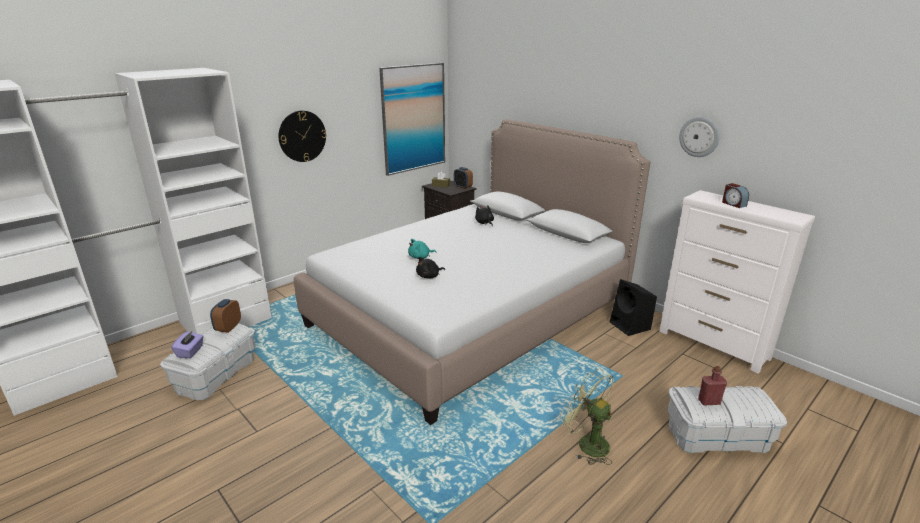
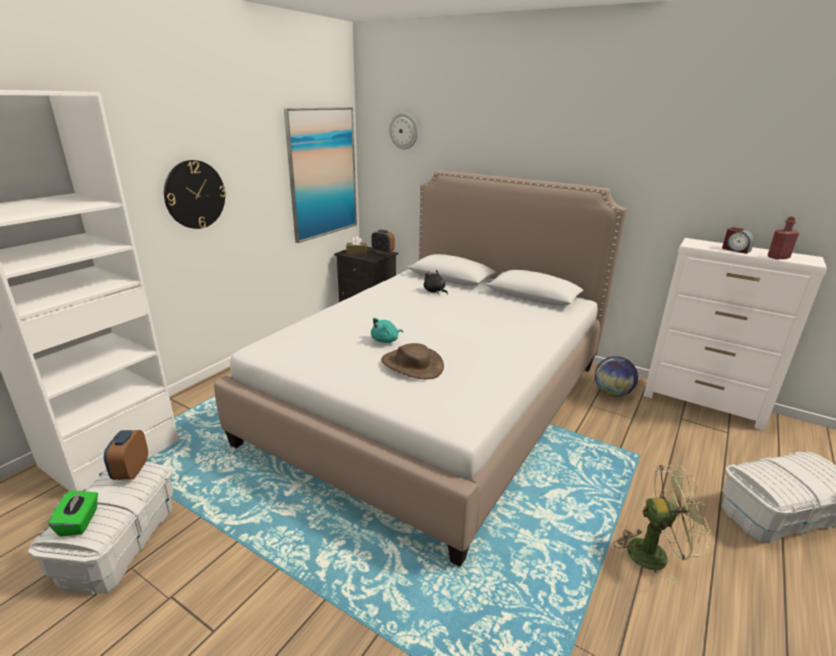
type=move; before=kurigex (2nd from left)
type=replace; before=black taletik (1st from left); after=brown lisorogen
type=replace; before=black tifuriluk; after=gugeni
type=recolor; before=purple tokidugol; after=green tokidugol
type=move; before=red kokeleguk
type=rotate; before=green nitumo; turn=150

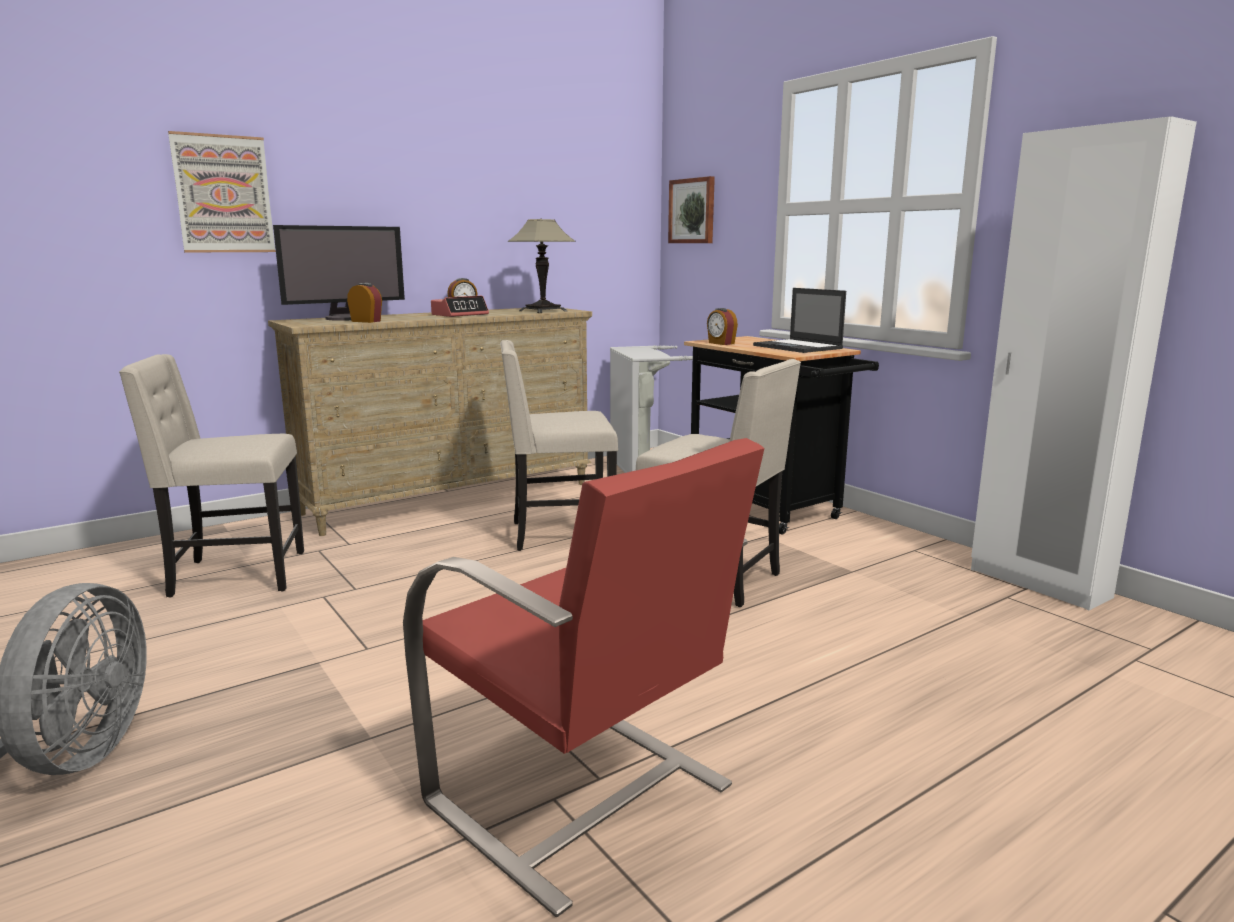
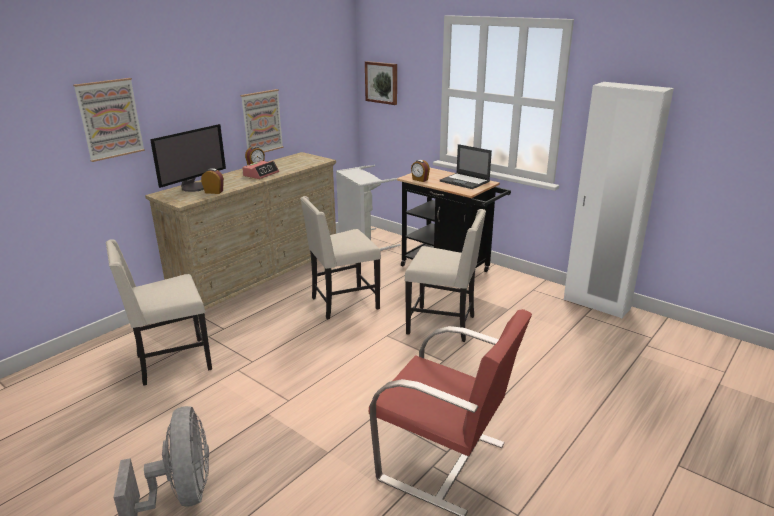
type=delete; before=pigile
type=insert; after=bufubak (2nd from left)

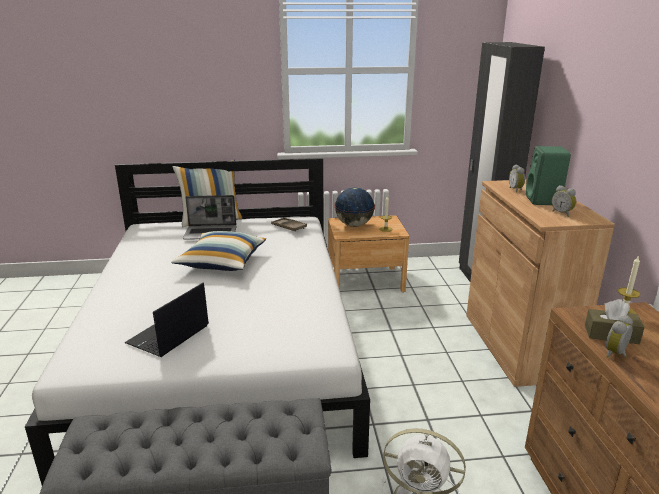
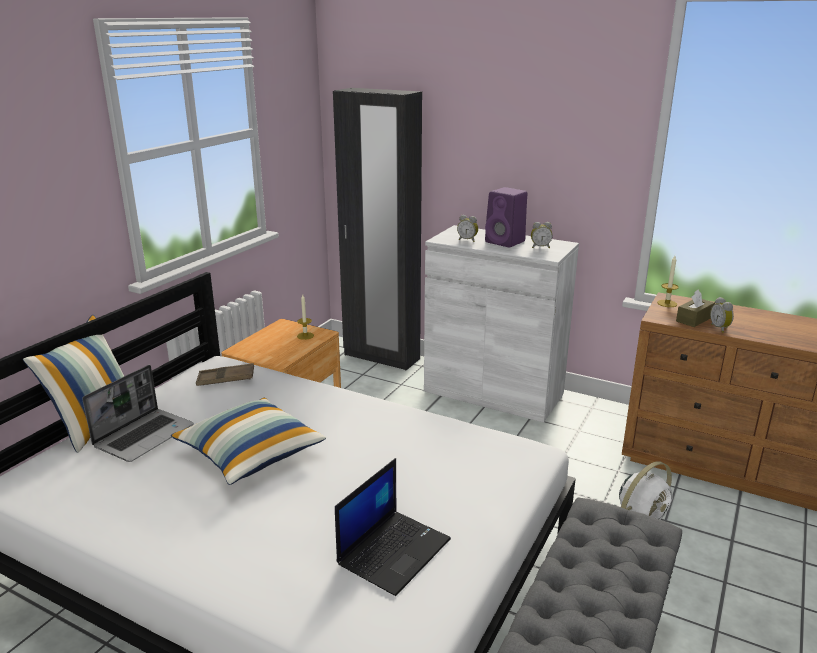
type=recolor; before=green tifuriluk; after=purple tifuriluk
type=recolor; before=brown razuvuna; after=white razuvuna
type=delete; before=gugeni
type=rotate; before=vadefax (1st from left in the first image); turn=-120

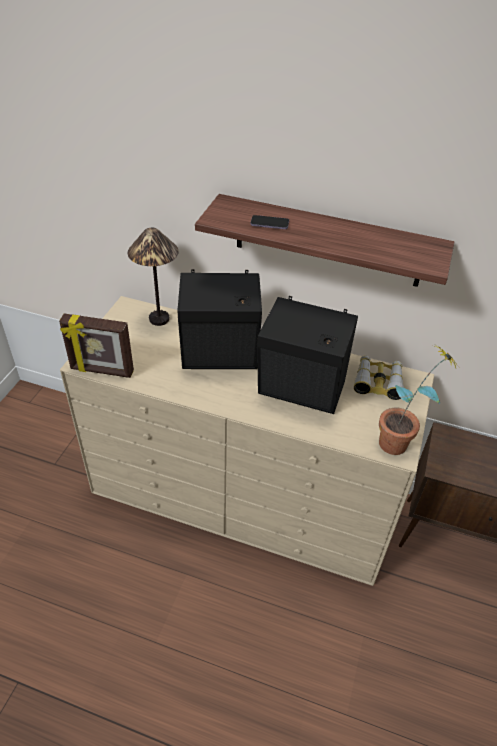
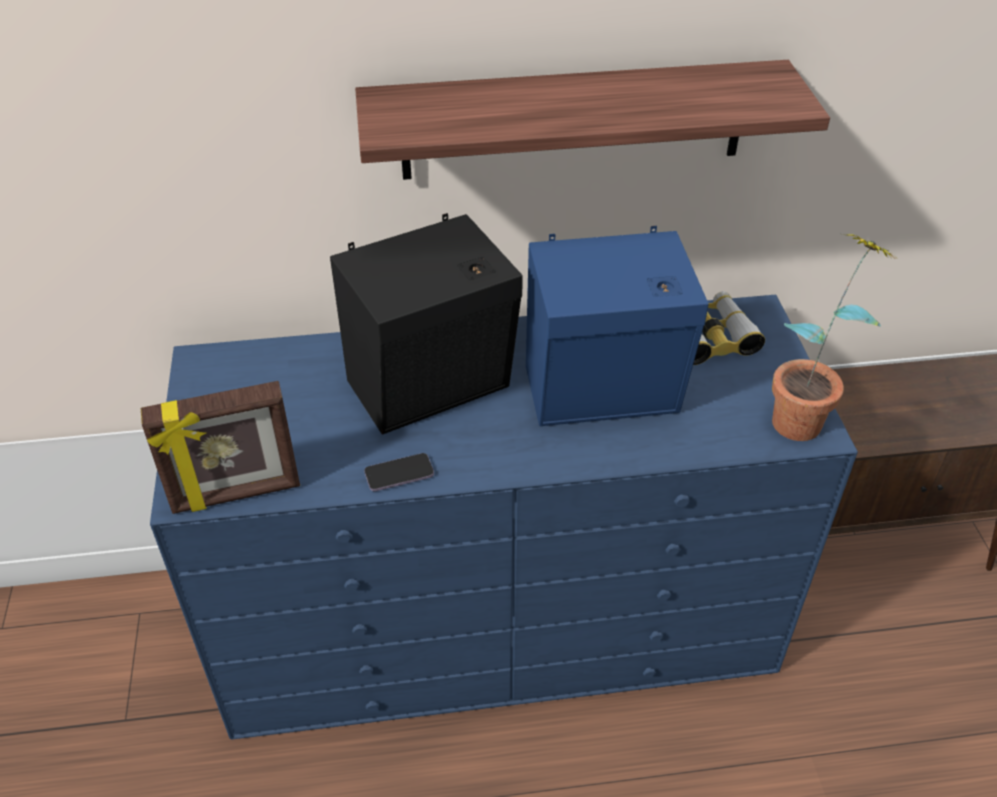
type=move; before=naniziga
type=delete; before=pigile
type=recolor; before=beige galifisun; after=blue galifisun
type=recolor; before=black tifuriluk (2nd from left); after=blue tifuriluk

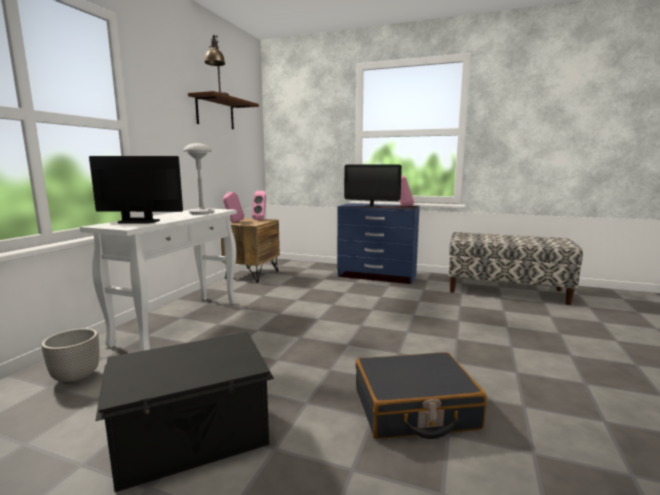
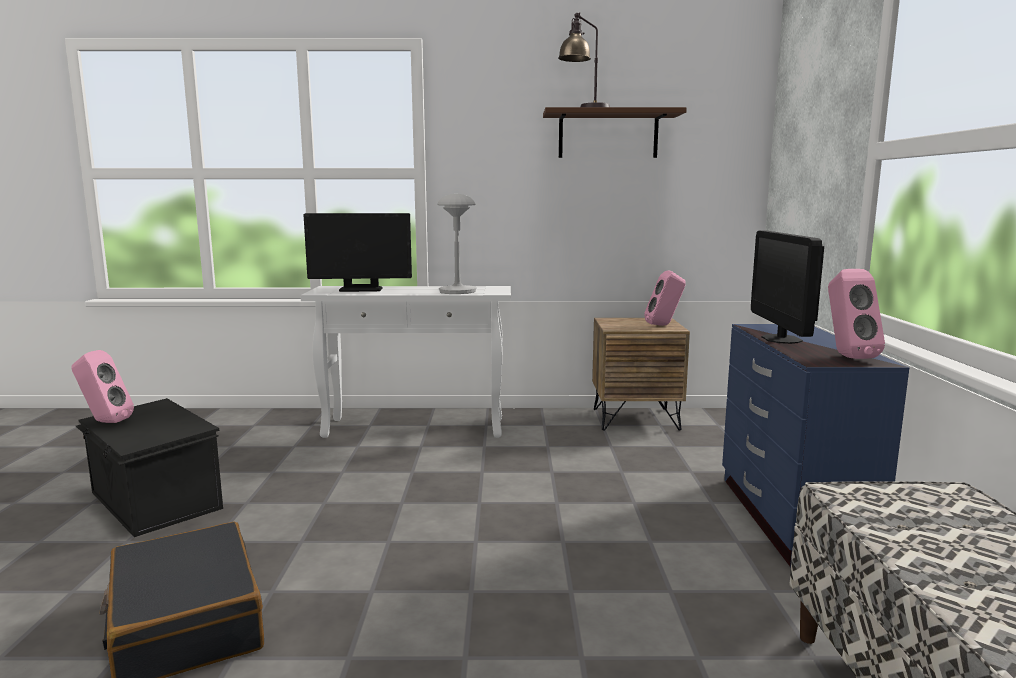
type=rotate; before=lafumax (1st from left); turn=105
type=move; before=pink tifuriluk (1st from left)
type=delete; before=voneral

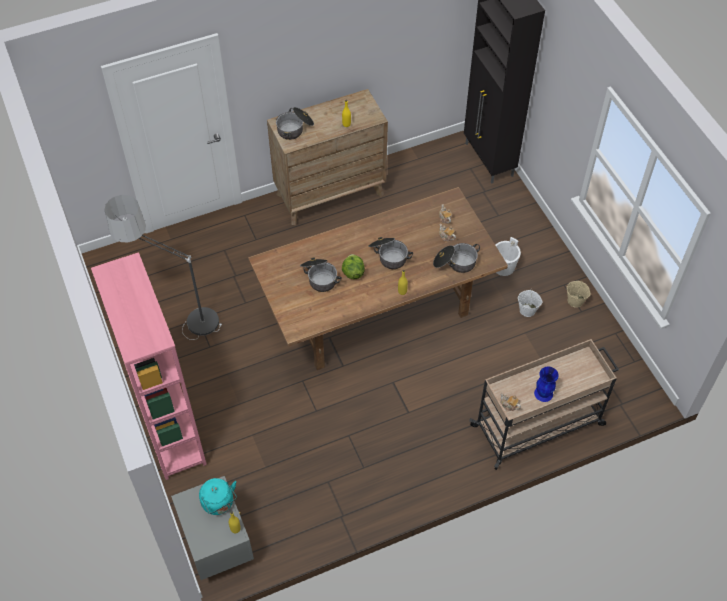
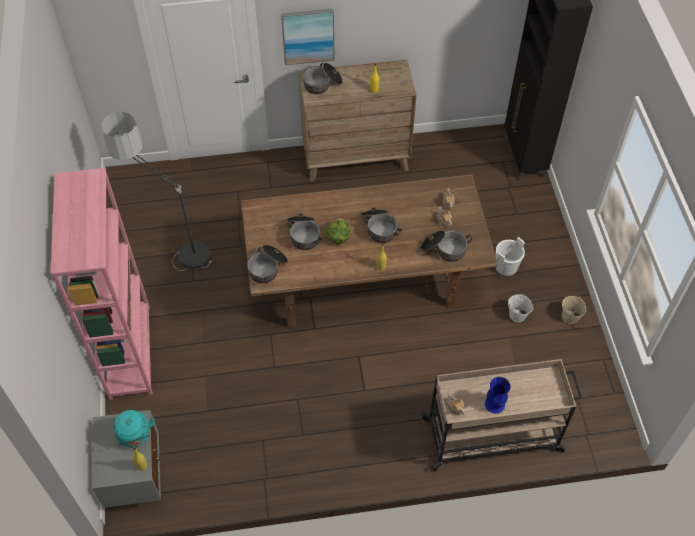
type=insert; after=bufubak
type=insert; after=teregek (1st from left)

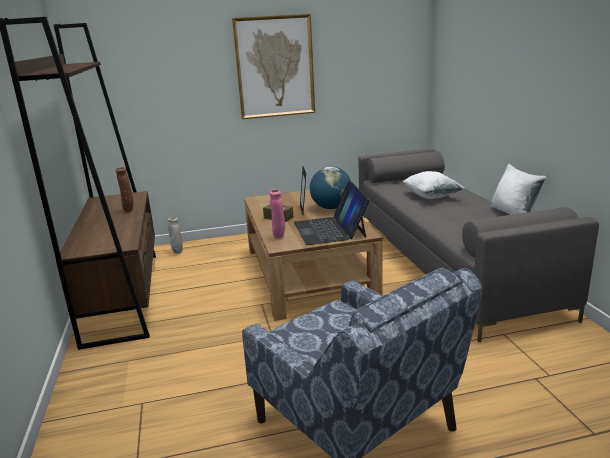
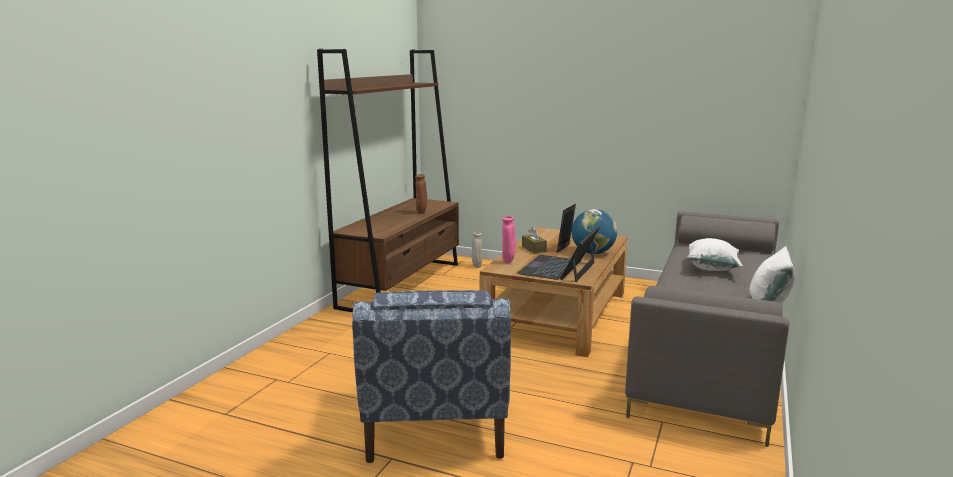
type=delete; before=bufubak

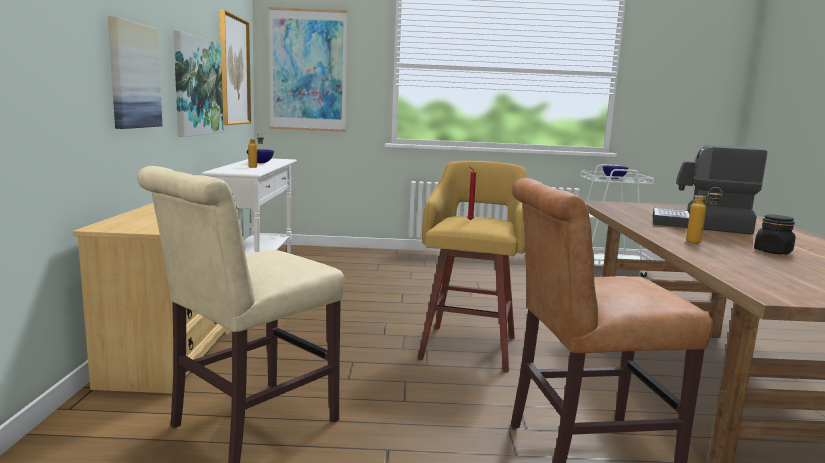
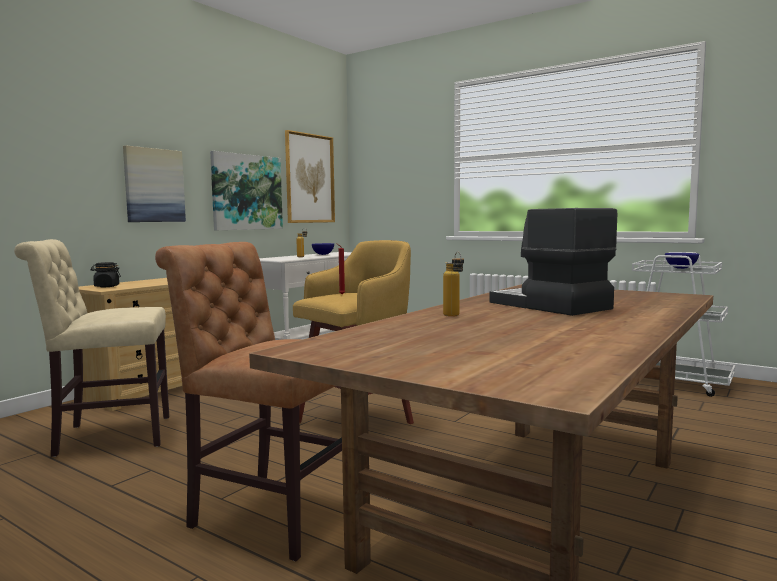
type=delete; before=bufubak (4th from left)
type=move; before=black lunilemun

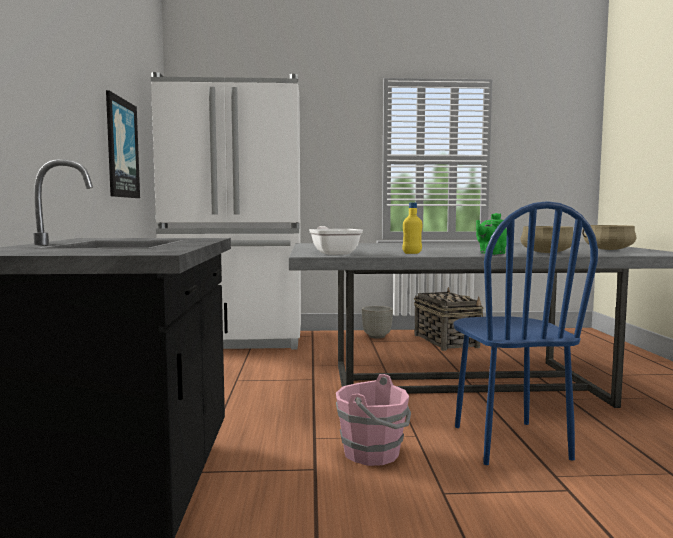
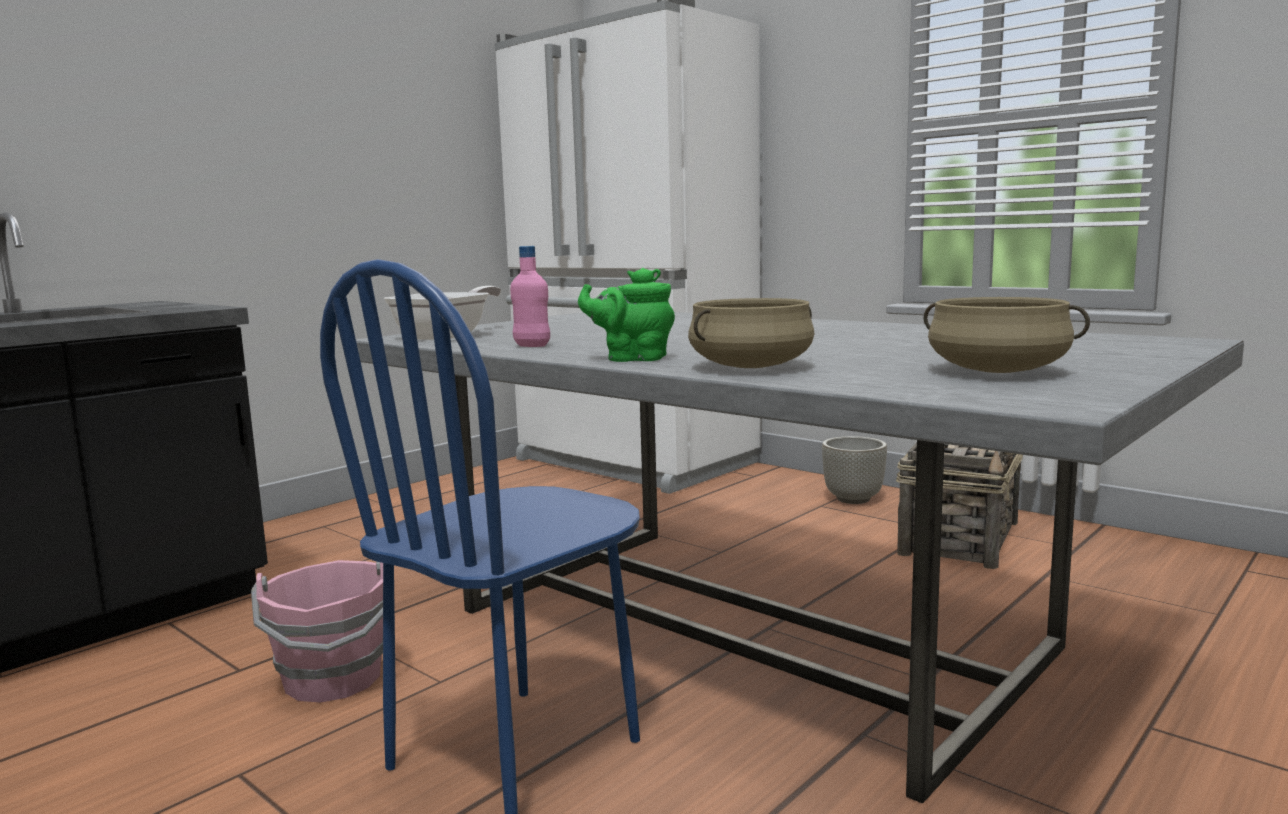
type=delete; before=bufubak
type=recolor; before=yellow kokeleguk; after=pink kokeleguk

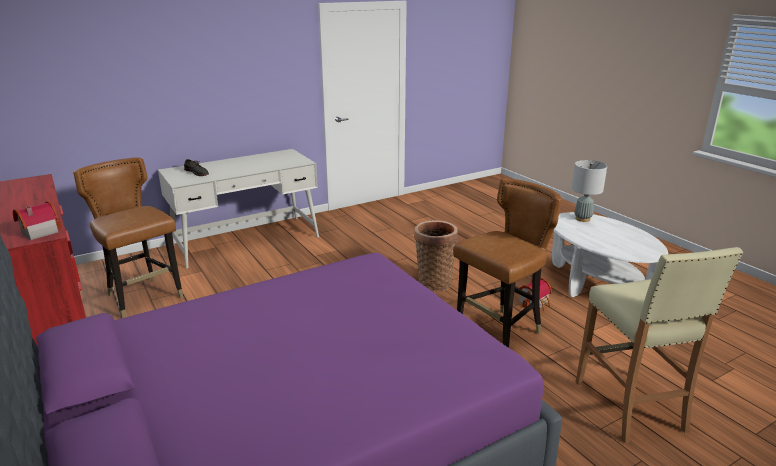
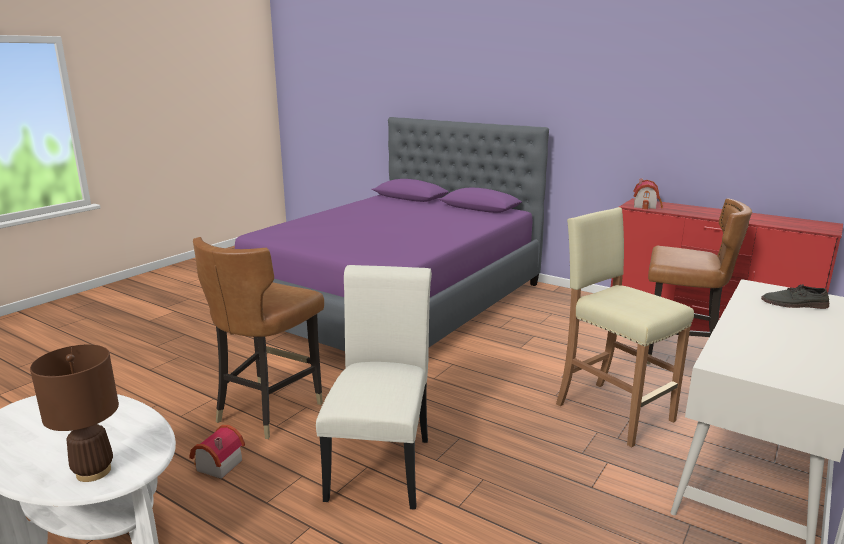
type=recolor; before=grey pigile; after=brown pigile
type=replace; before=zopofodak; after=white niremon
type=move; before=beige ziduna

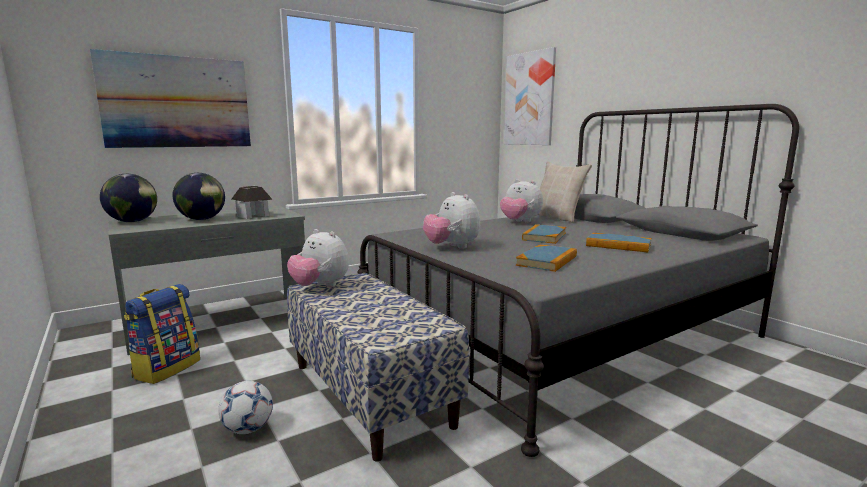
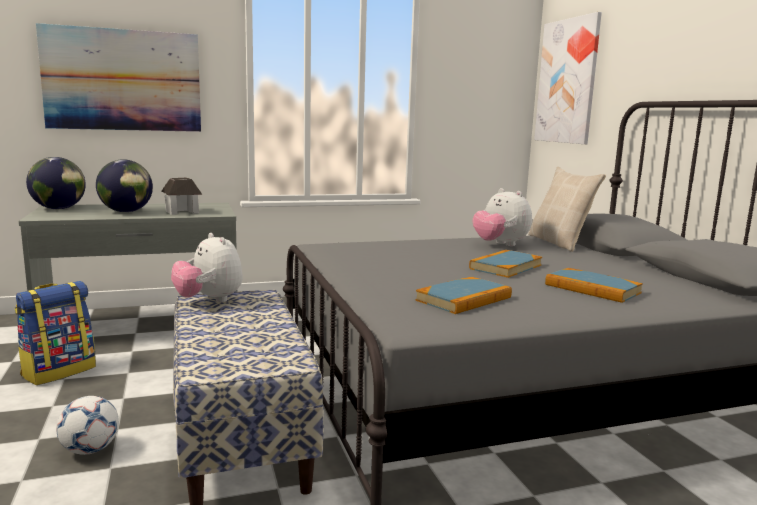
type=delete; before=taletik (2nd from left)

